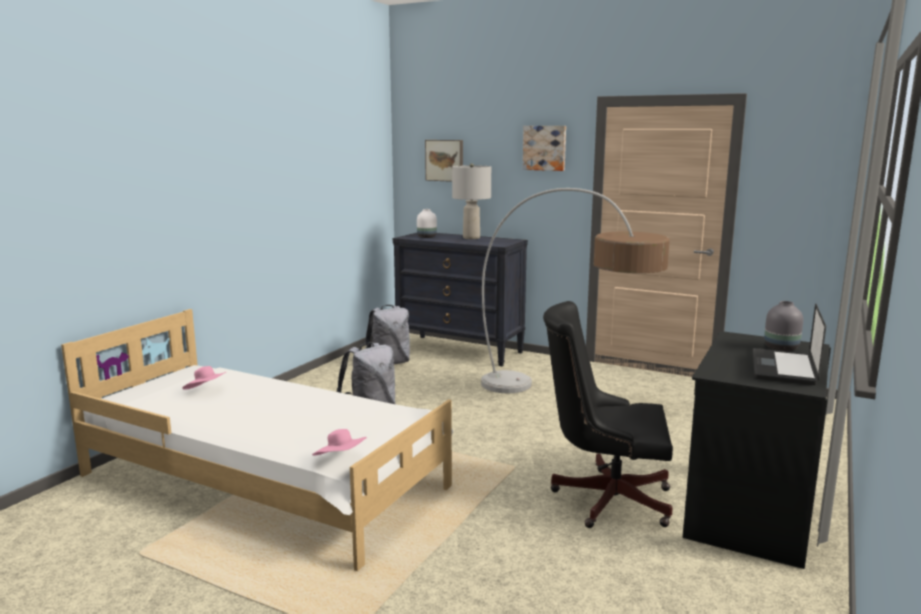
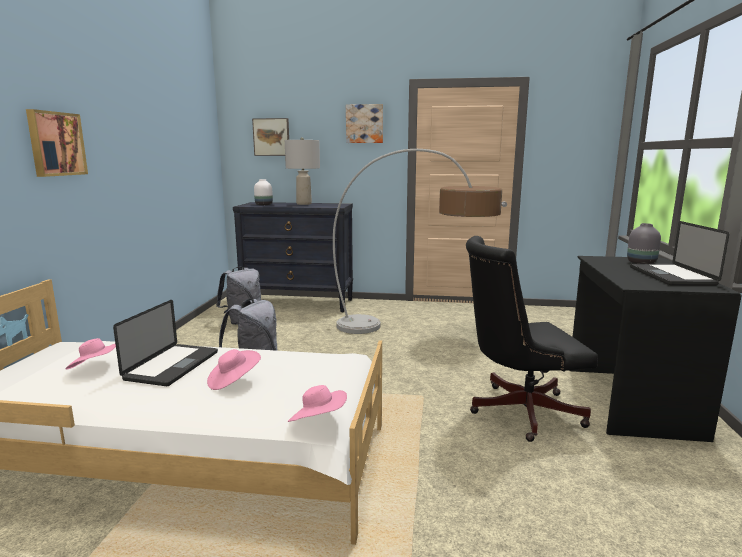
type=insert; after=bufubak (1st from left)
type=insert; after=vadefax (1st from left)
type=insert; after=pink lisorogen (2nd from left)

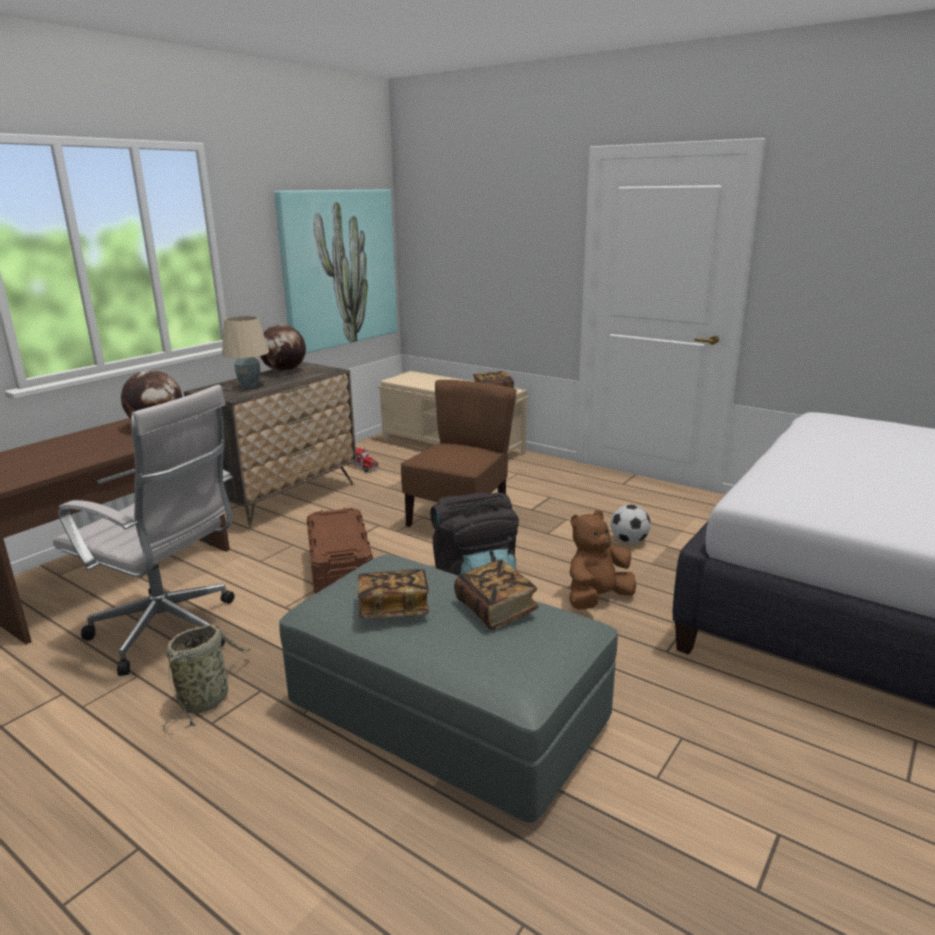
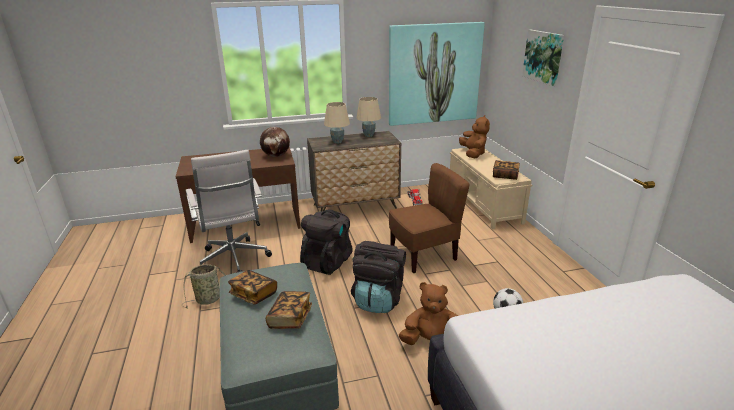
type=replace; before=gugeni (2nd from left); after=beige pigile (2nd from left)
type=replace; before=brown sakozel; after=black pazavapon (1st from left)
type=insert; after=bufubak (2nd from left)
type=insert; after=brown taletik (2nd from left)

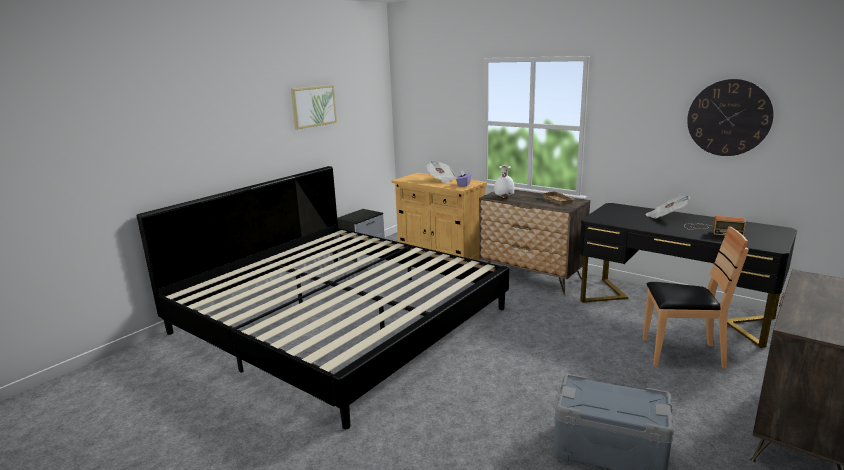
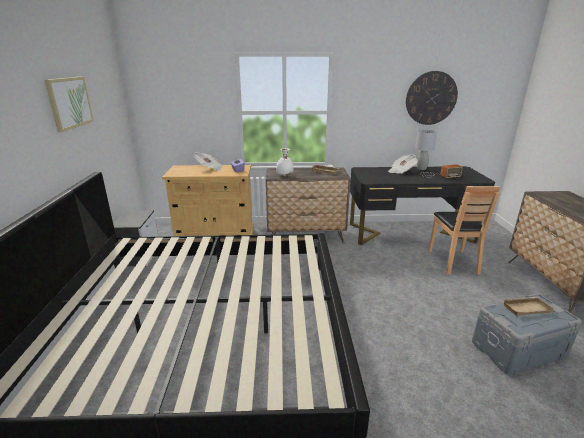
type=rotate; before=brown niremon; turn=120
type=insert; after=grey pigile
type=insert; after=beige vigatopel (2nd from left)

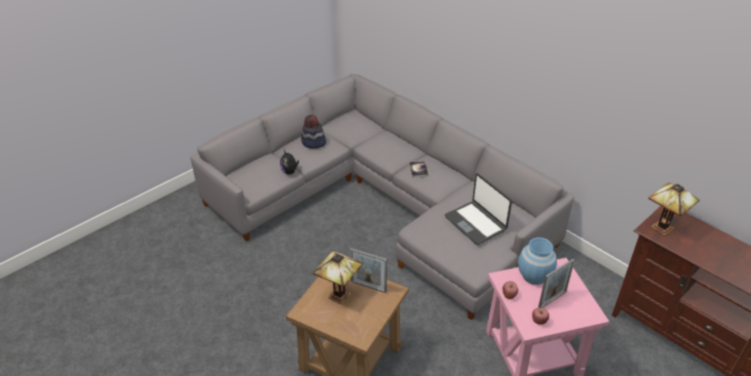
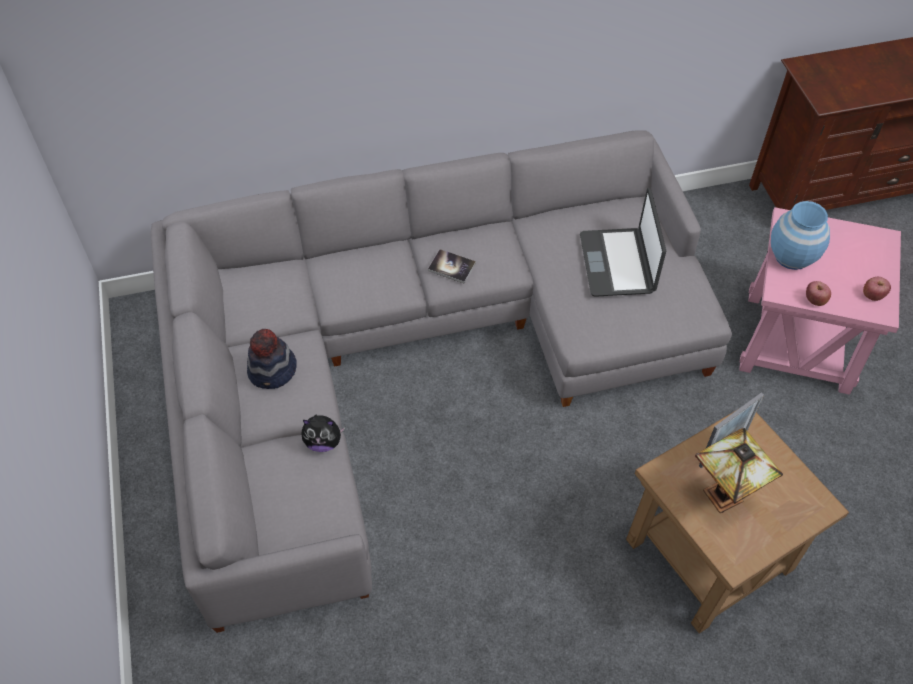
type=rotate; before=vadefax; turn=90
type=delete; before=pigile (2nd from left)
type=delete; before=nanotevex (2nd from left)

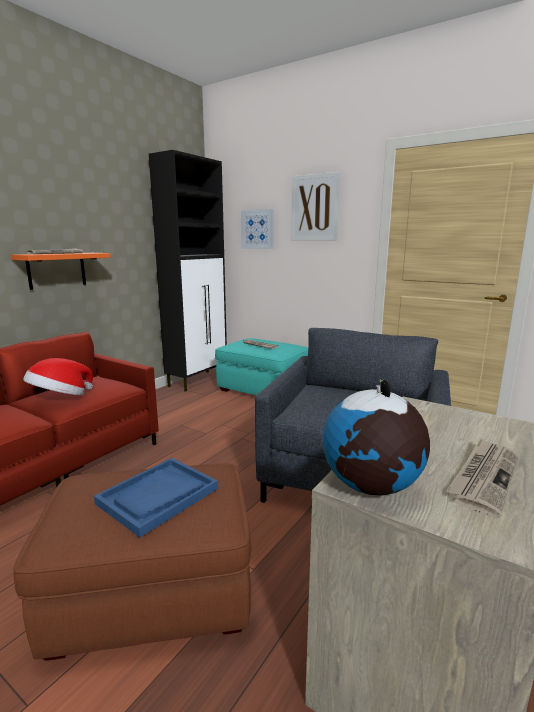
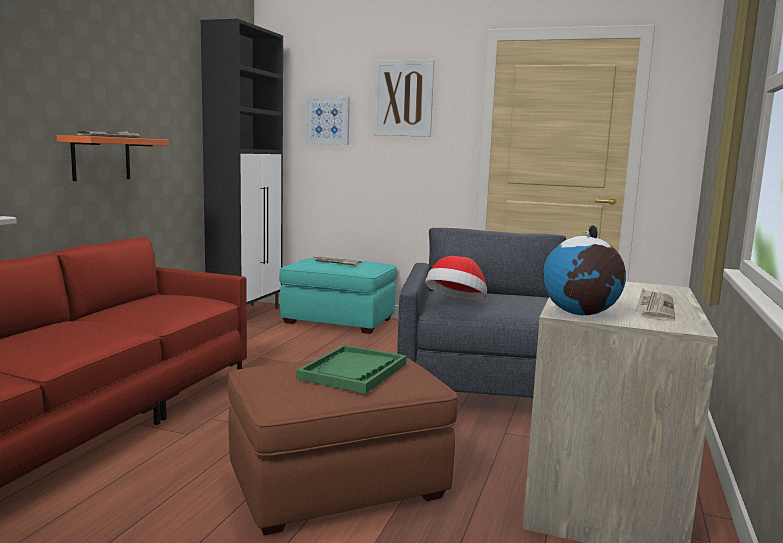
type=move; before=lisorogen
type=recolor; before=blue vigatopel; after=green vigatopel

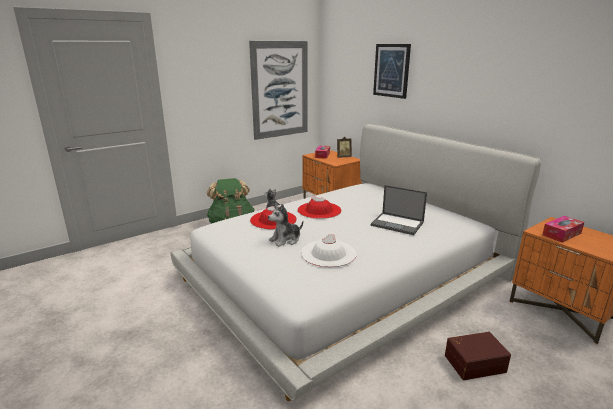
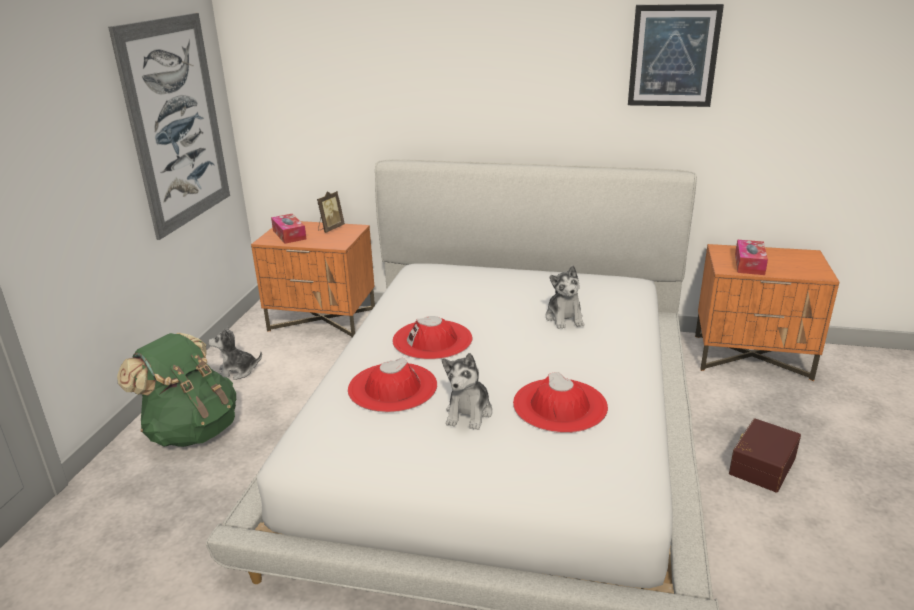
type=move; before=bufubak (2nd from left)
type=replace; before=vadefax; after=taletik (3rd from left)
type=recolor; before=white lisorogen; after=red lisorogen (3rd from left)

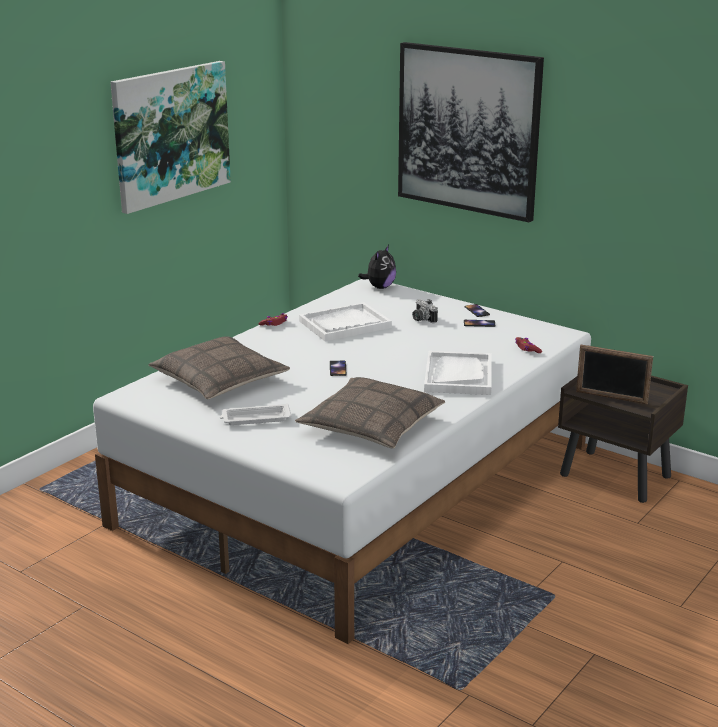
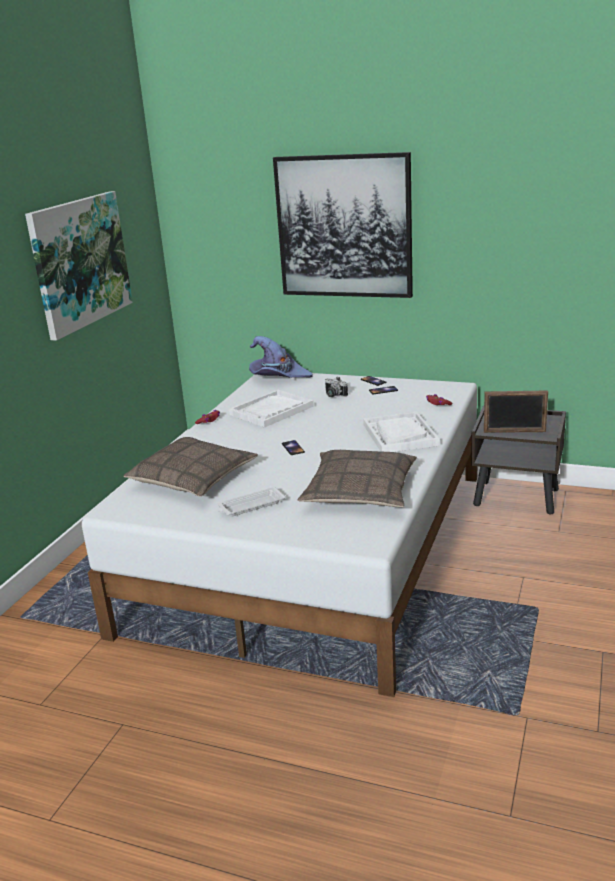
type=replace; before=taletik; after=purple lisorogen

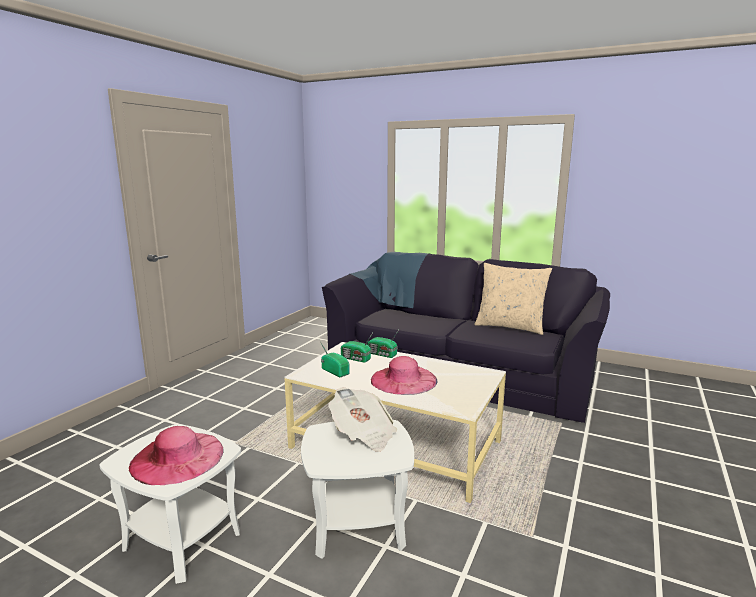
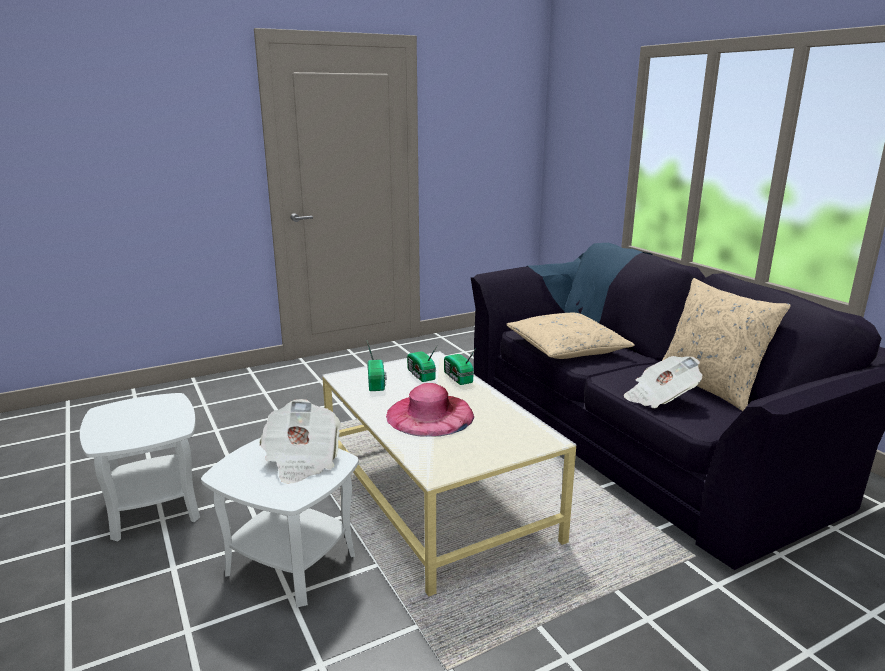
type=delete; before=pink lisorogen (1st from left)
type=insert; after=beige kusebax (1st from left)
type=insert; after=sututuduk (2nd from left)

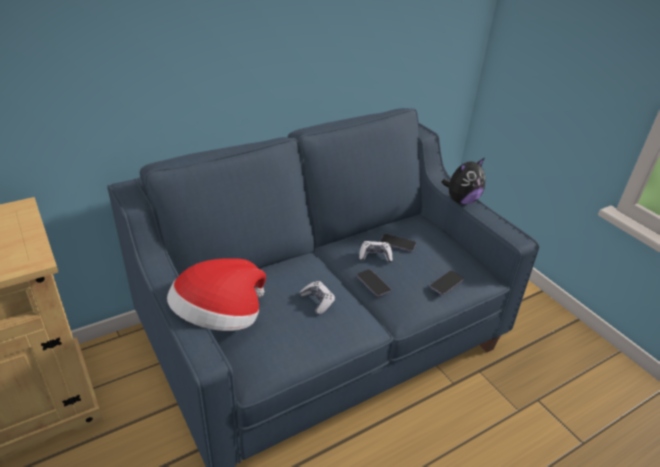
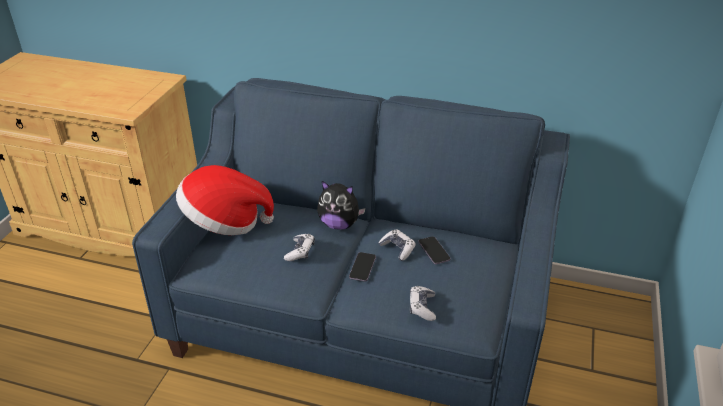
type=move; before=taletik
type=replace; before=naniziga (3rd from left); after=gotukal (3rd from left)

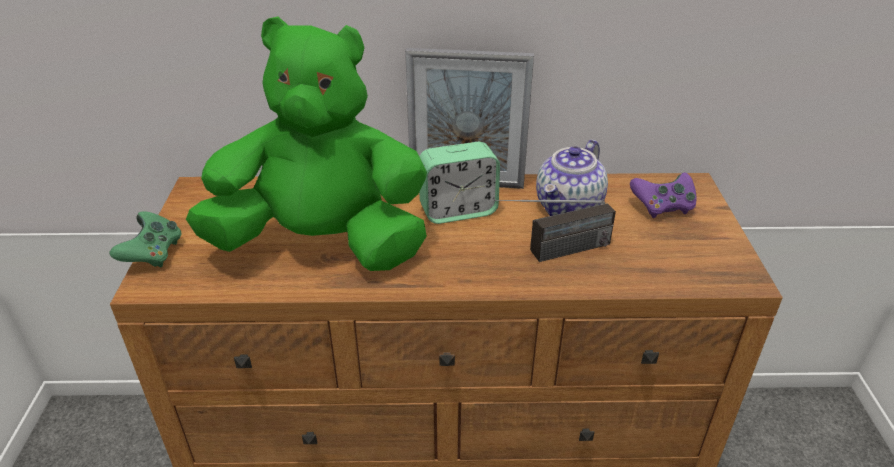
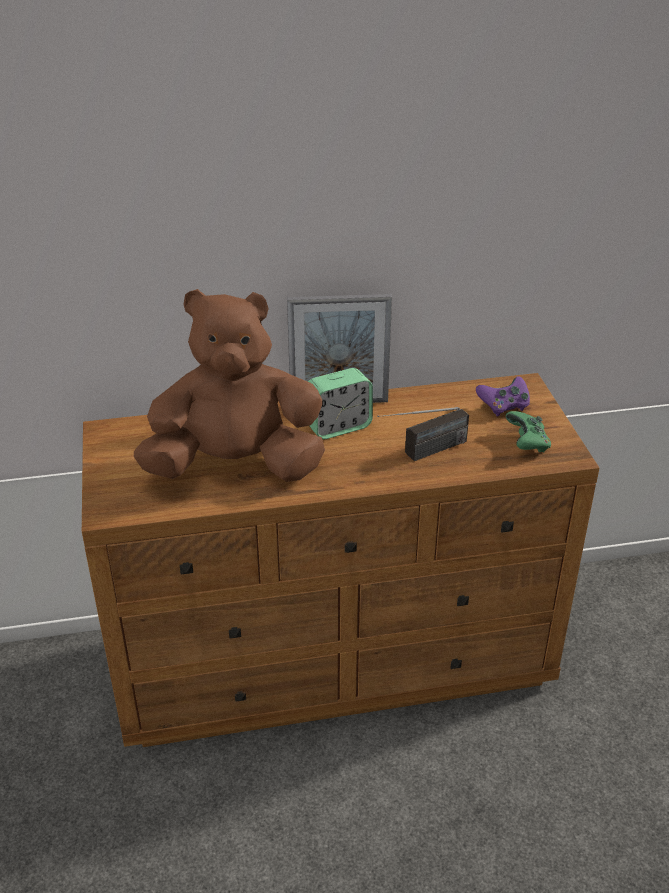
type=recolor; before=green taletik; after=brown taletik
type=delete; before=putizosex
type=move; before=green gotukal

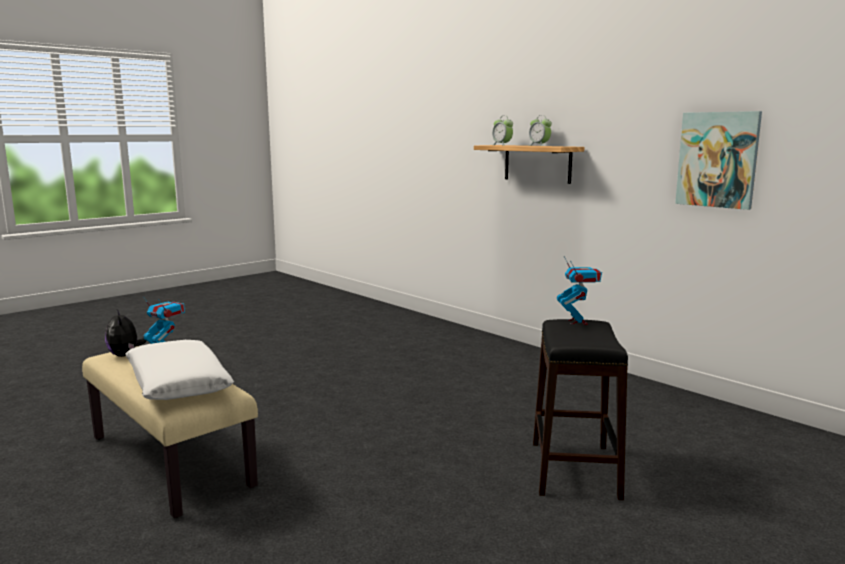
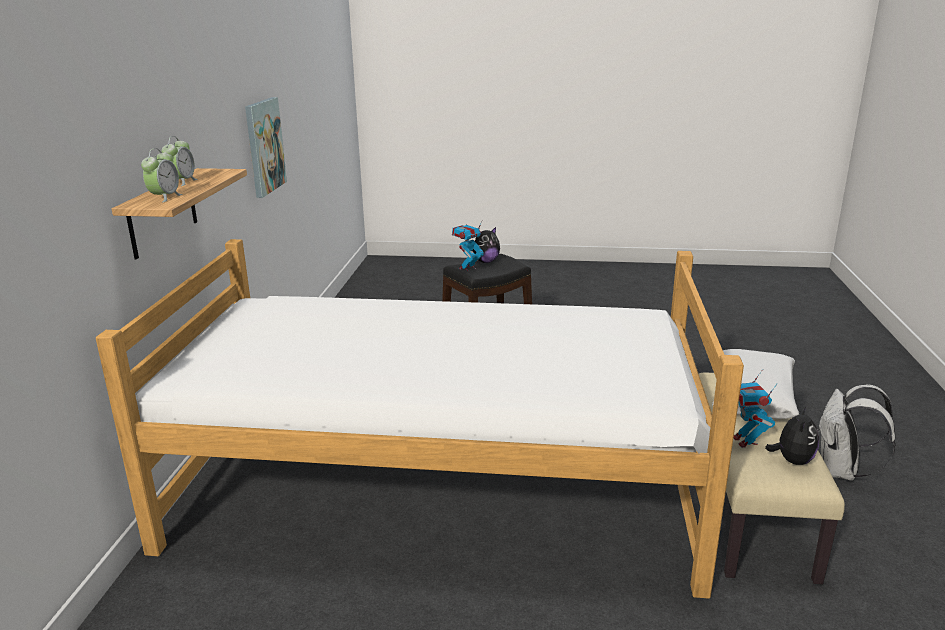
type=insert; after=taletik (1st from left)
type=insert; after=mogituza
type=insert; after=white pazavapon

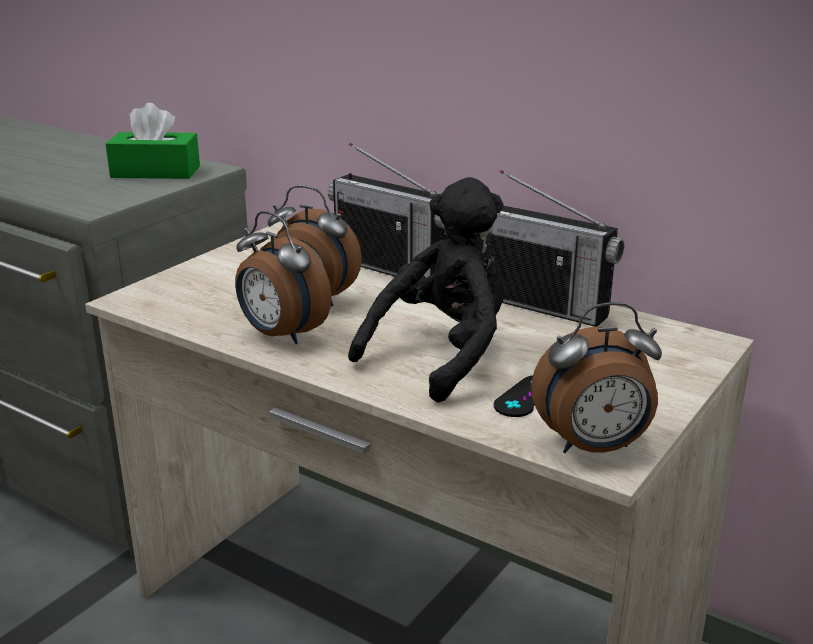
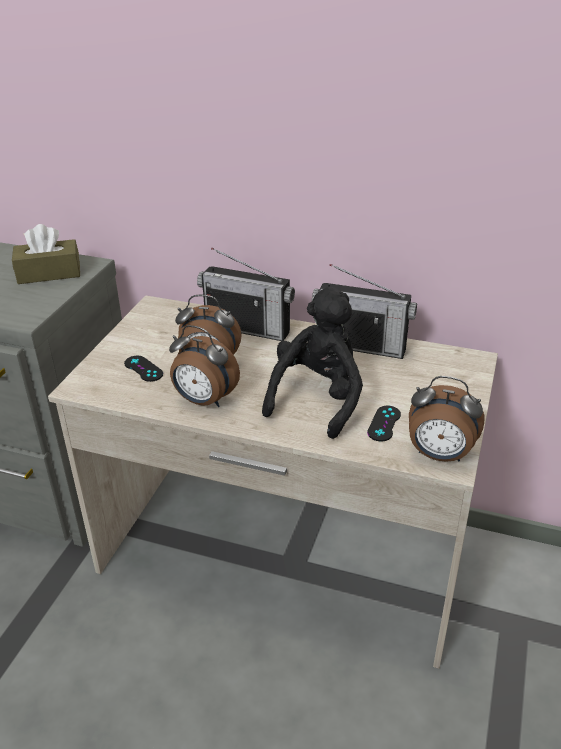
type=recolor; before=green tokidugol; after=brown tokidugol
type=rotate; before=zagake (3rd from left); turn=45
type=insert; after=black gotukal (1st from left)

